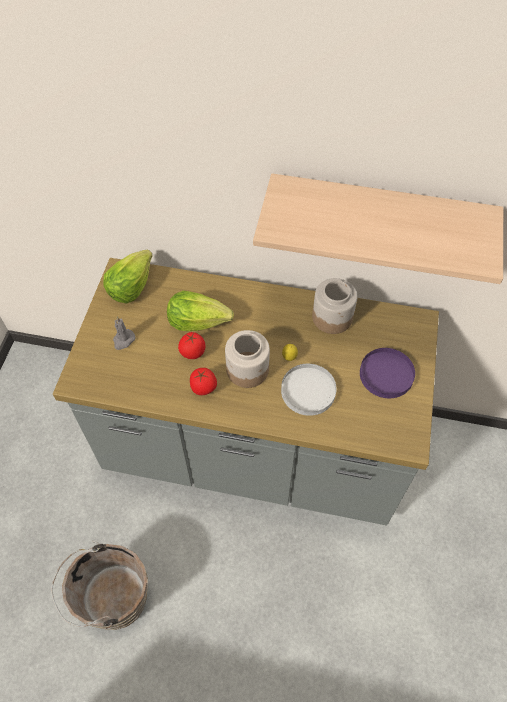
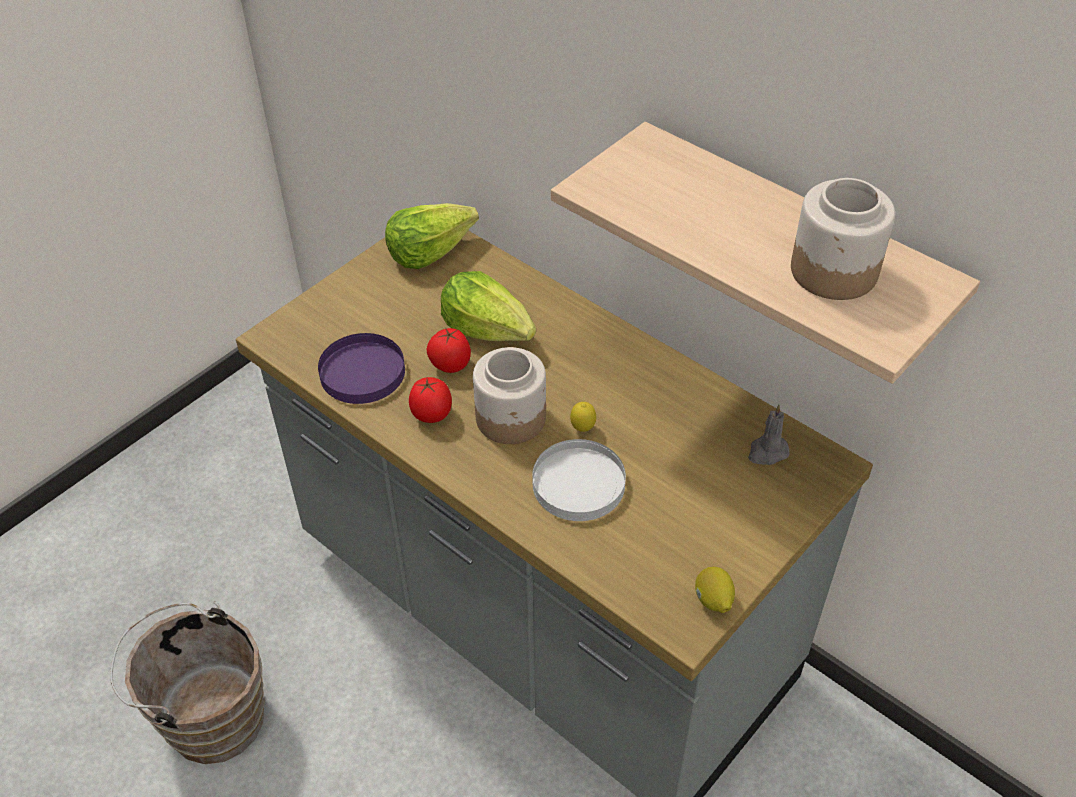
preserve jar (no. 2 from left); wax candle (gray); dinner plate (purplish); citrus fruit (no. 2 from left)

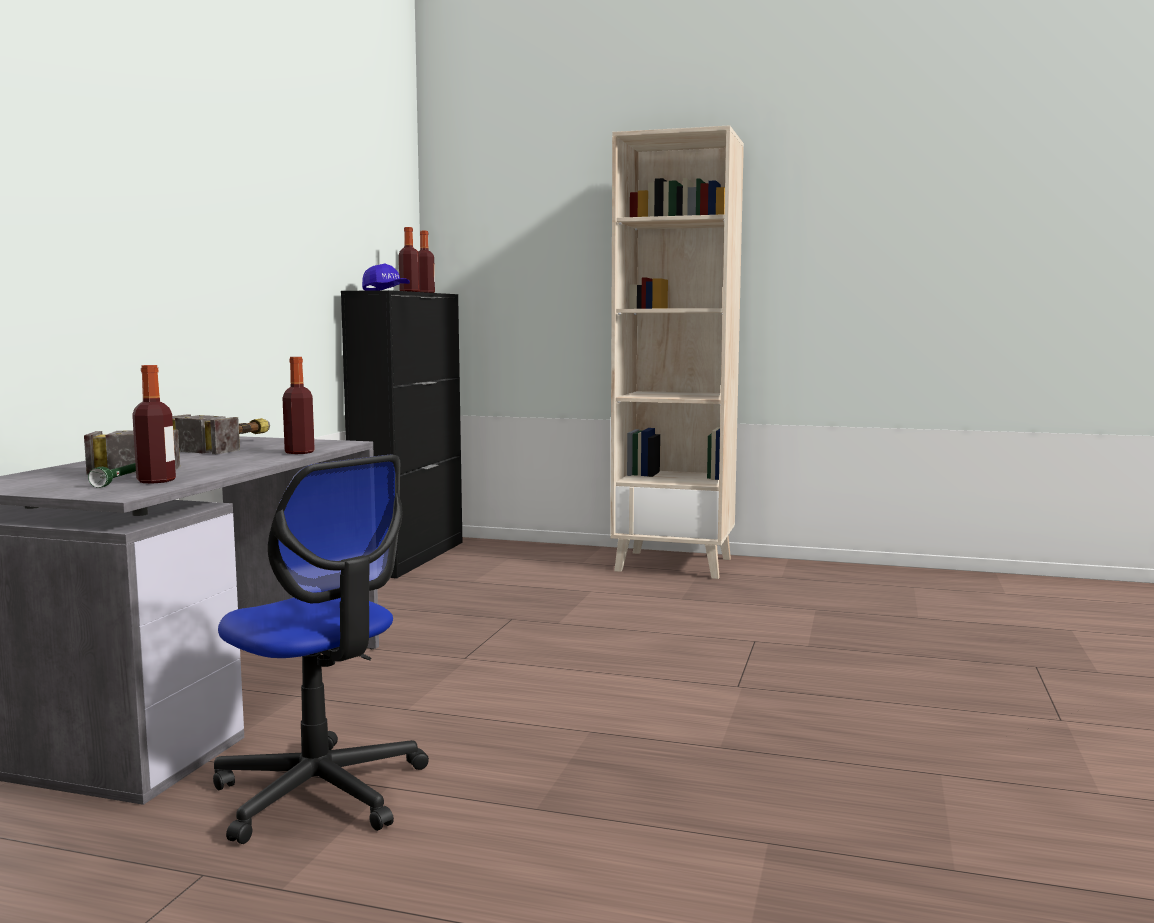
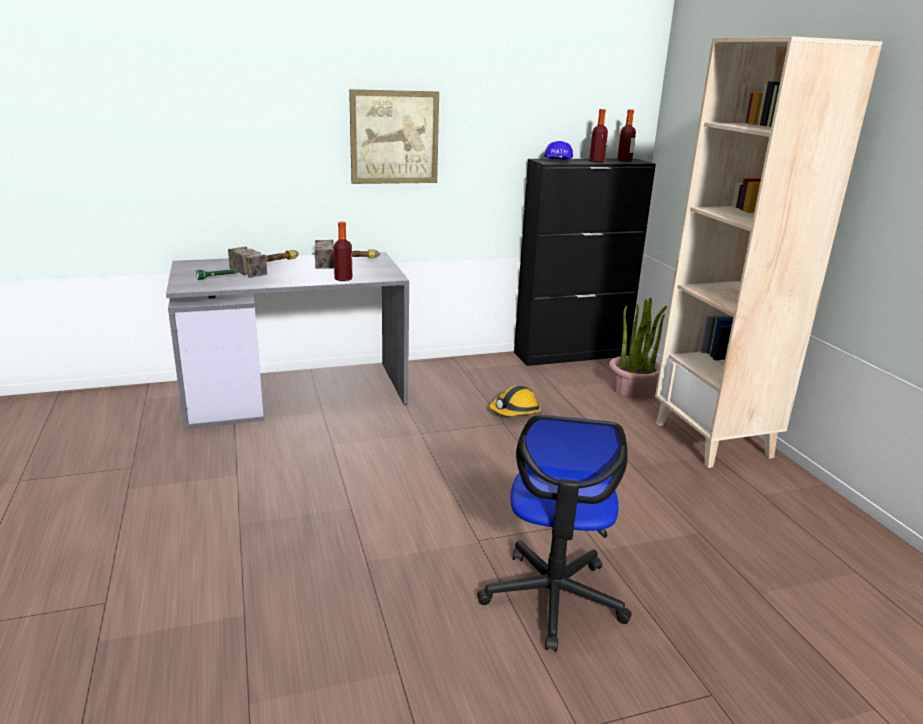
drink bottle (no. 1 from left in the first image); desk chair; wall picture; potted plant; work helmet

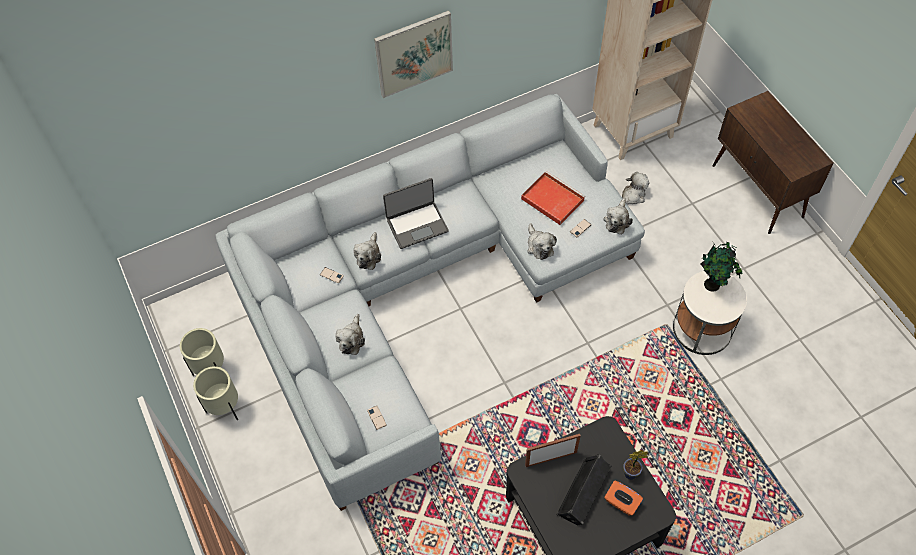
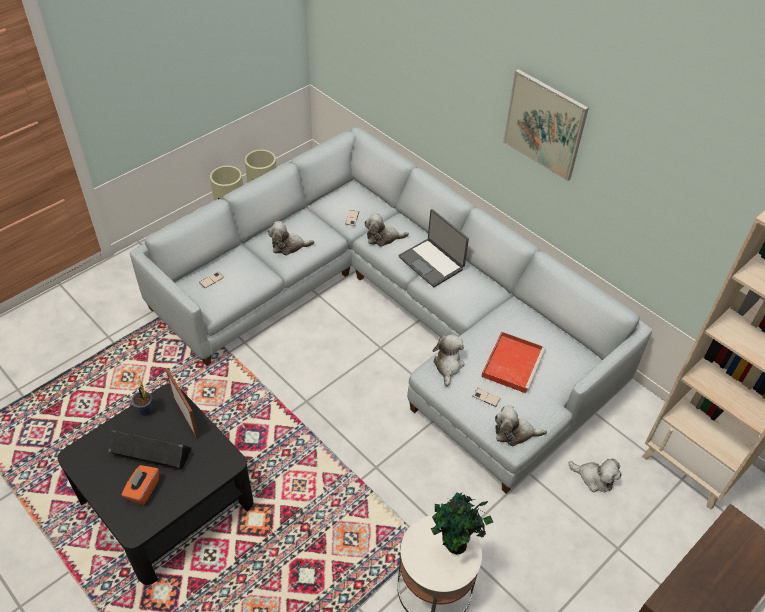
soft toy (no. 3 from left); potted plant (no. 1 from left)

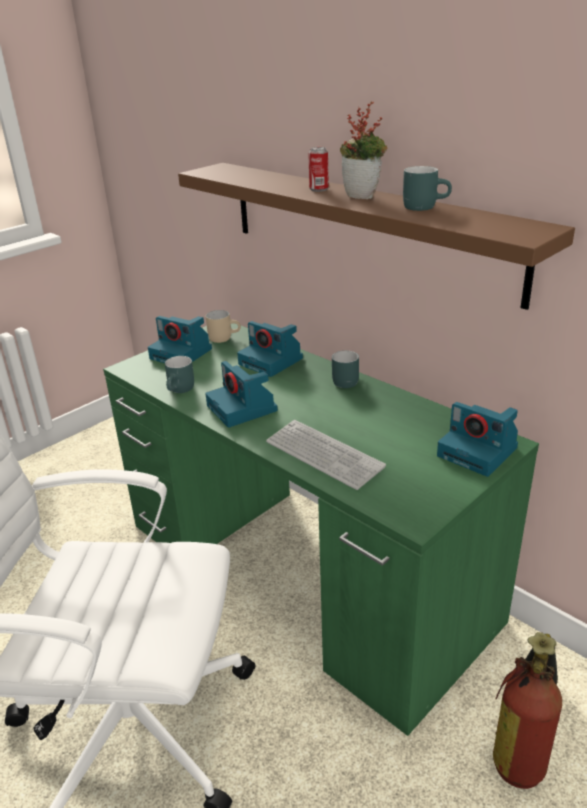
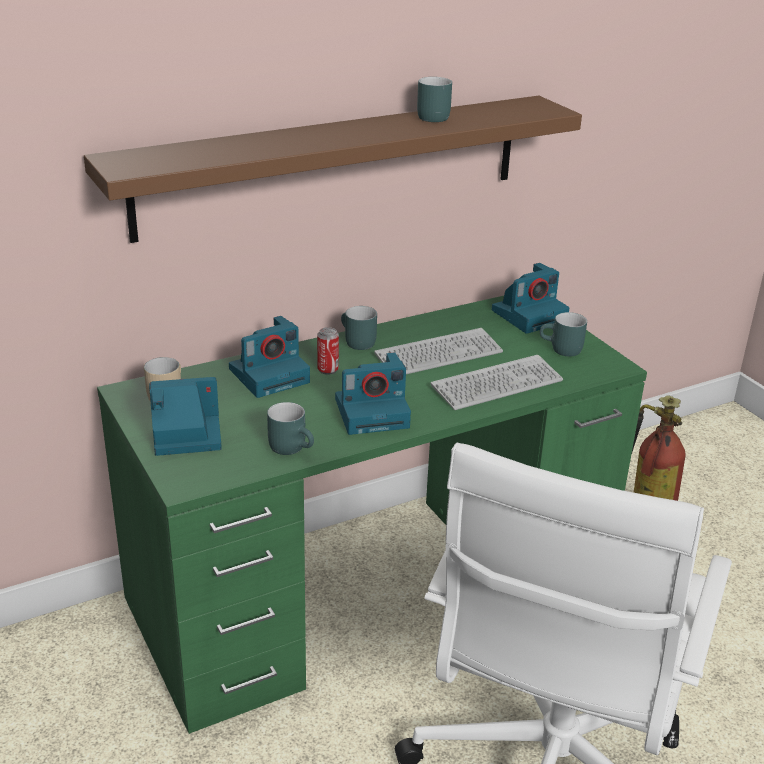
potted plant; sealed can; still camera (no. 1 from left); tea mug (turquoise) (no. 4 from left); PC keyboard (no. 1 from left)

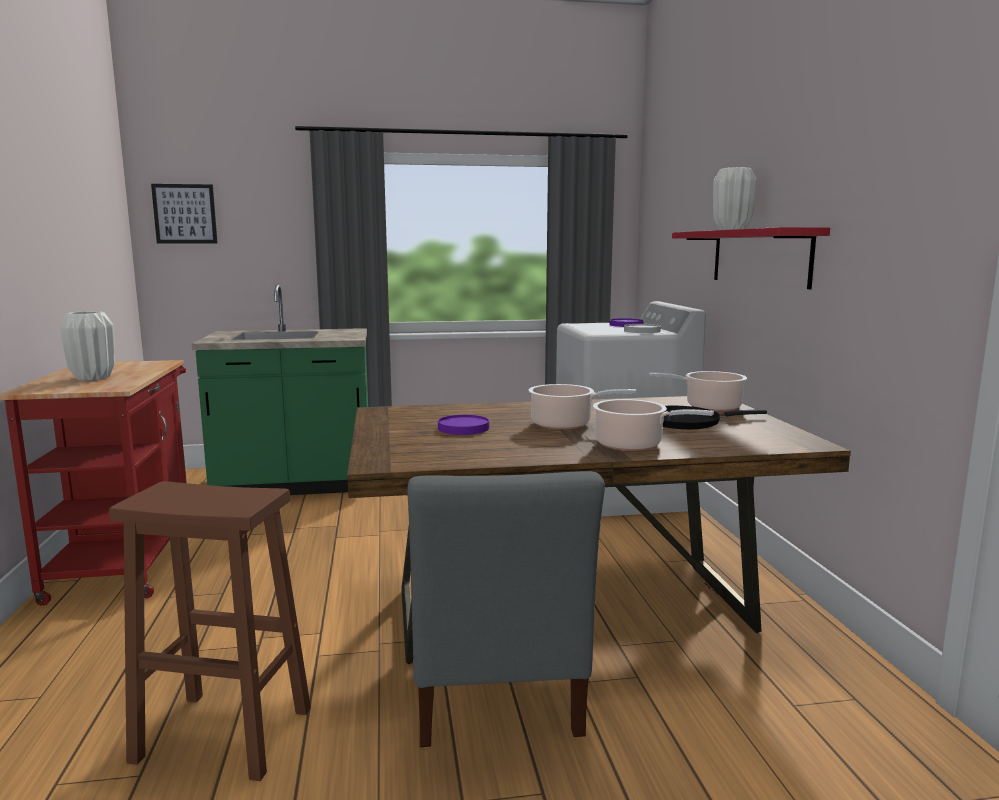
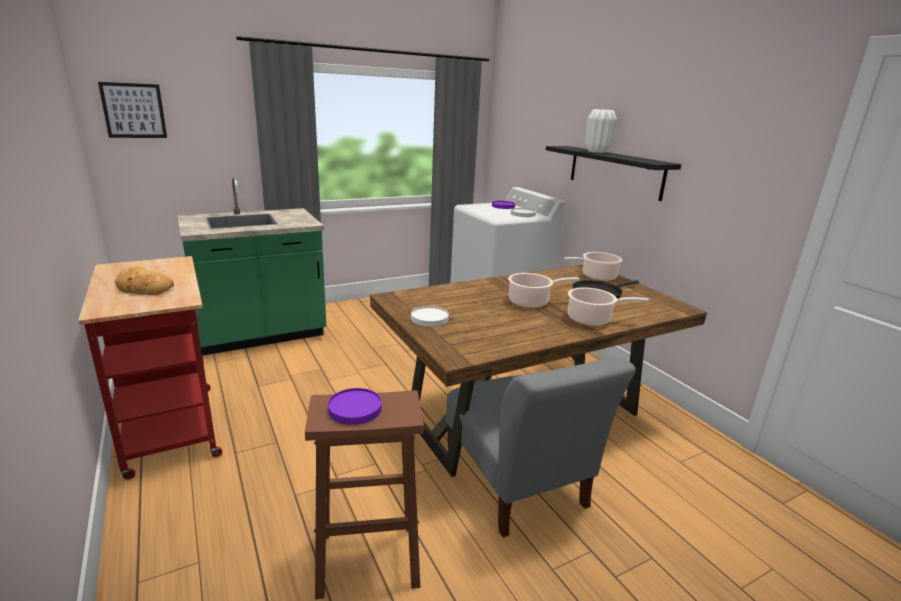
shelf (black); baked bread; dinner plate (purplish) (no. 1 from left); dinner plate (white-coloured) (no. 1 from left)

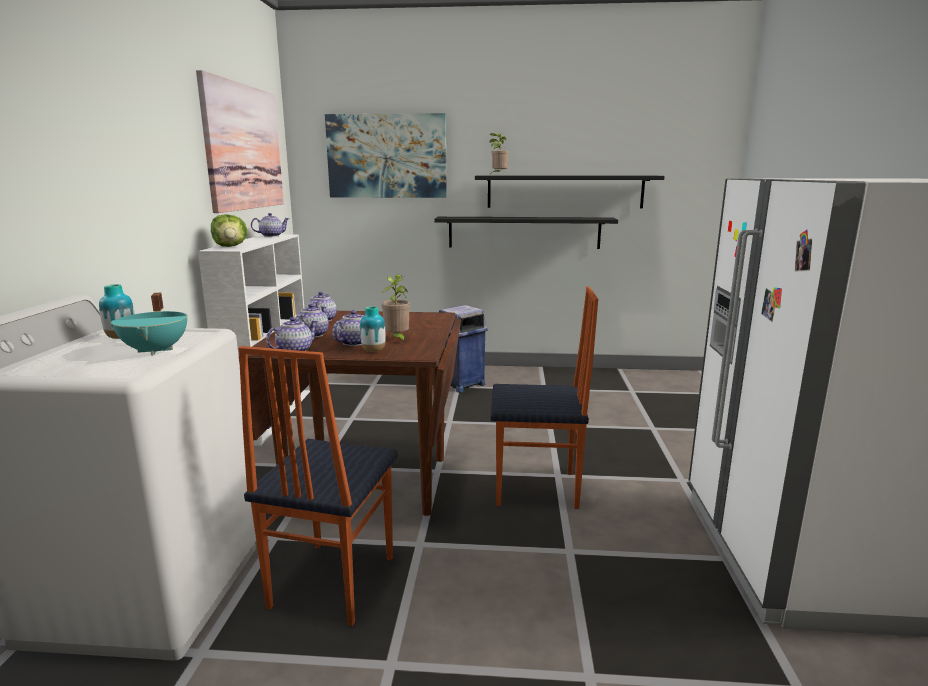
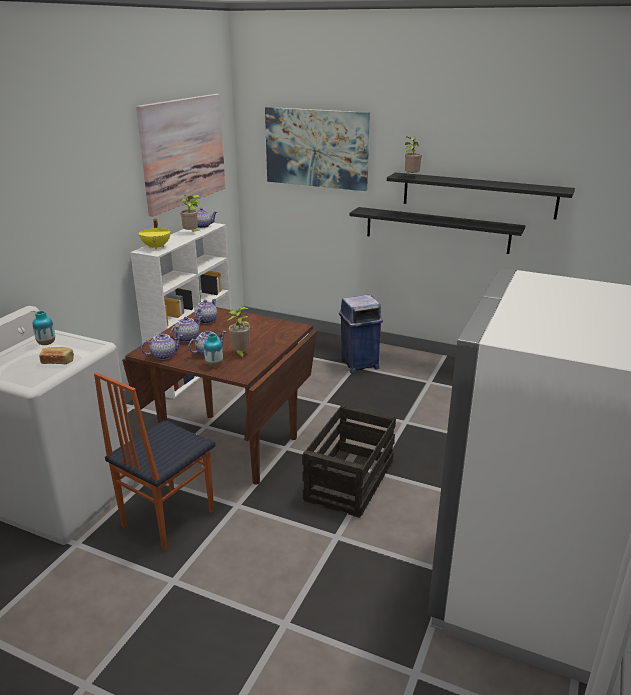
stockpot (yellow); packing crate; baked bread; potted plant (no. 1 from left)

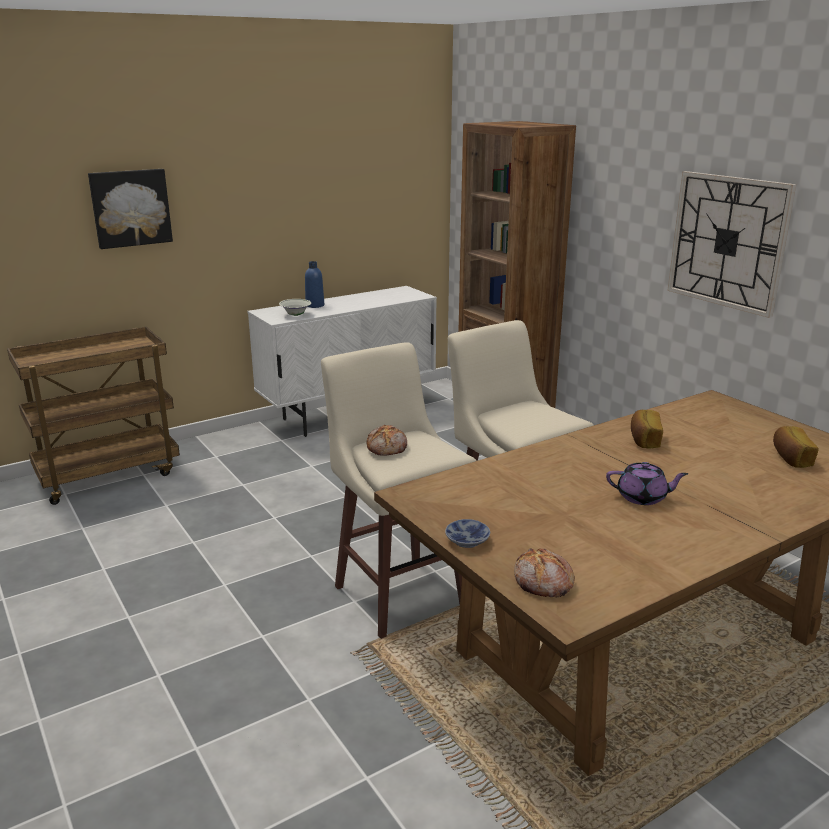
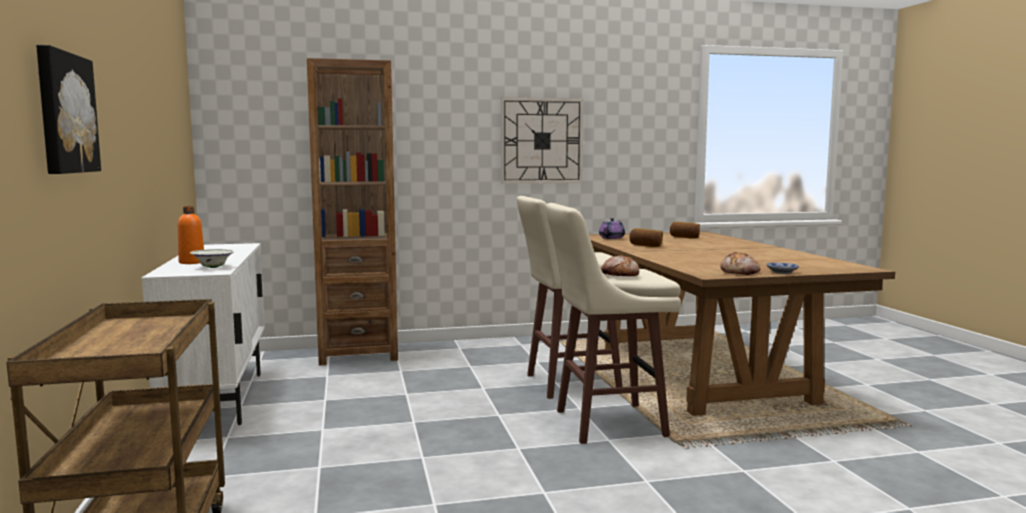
drink bottle (orangey); pot for tea (purplish); baked bread (no. 4 from left)

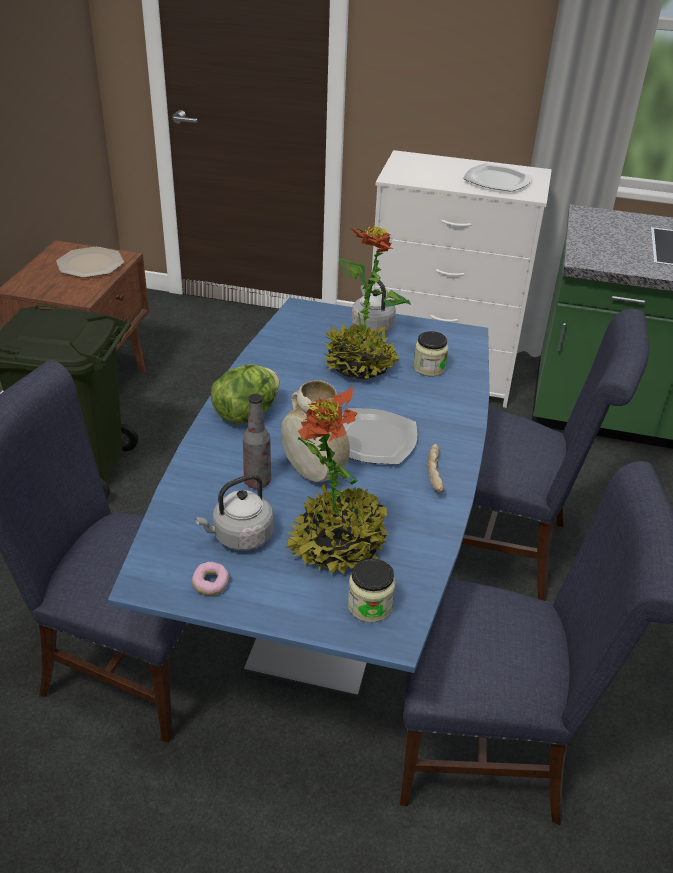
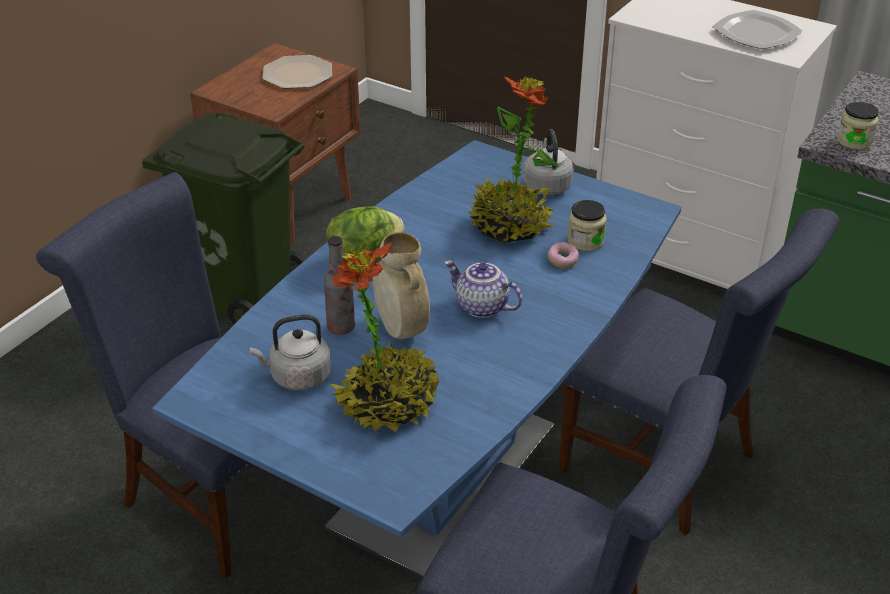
pot for tea; baked bread; preserve jar (no. 2 from left); doughnut

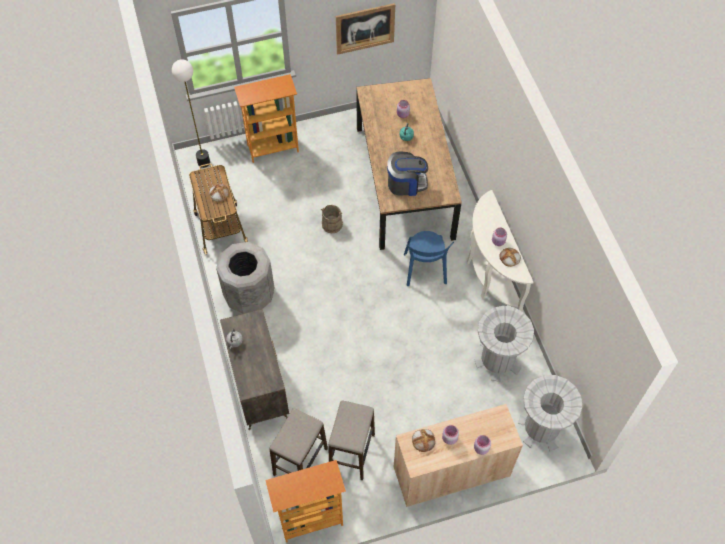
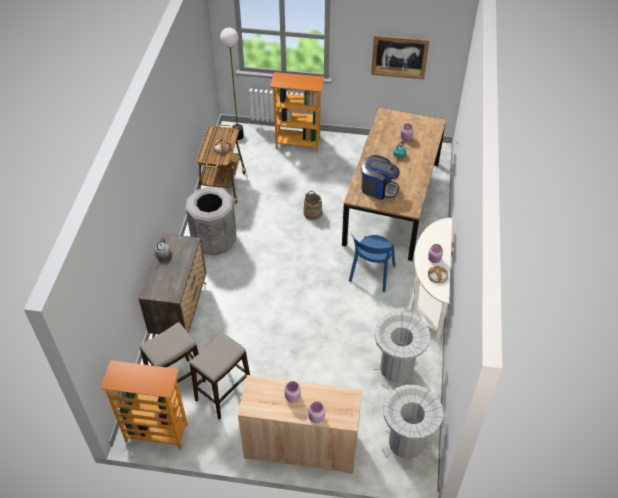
baked bread (no. 2 from left in the first image)

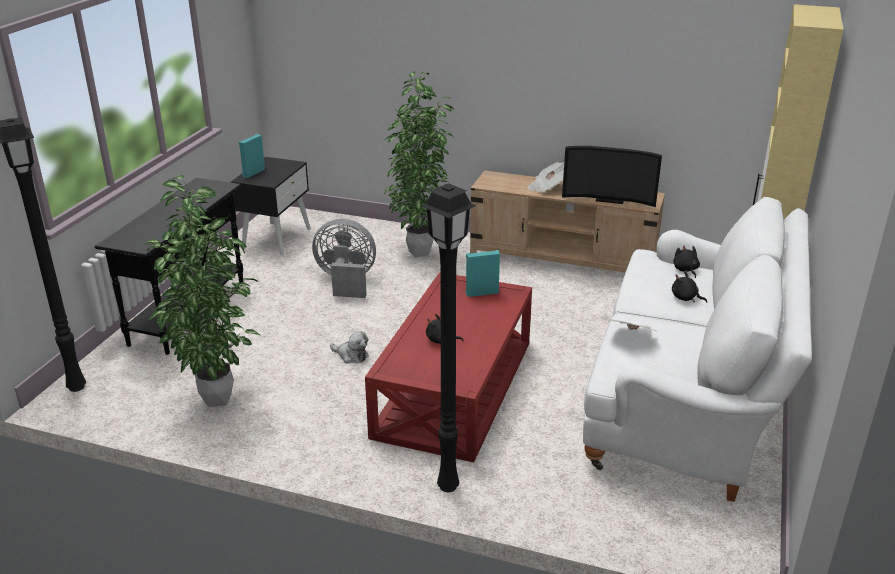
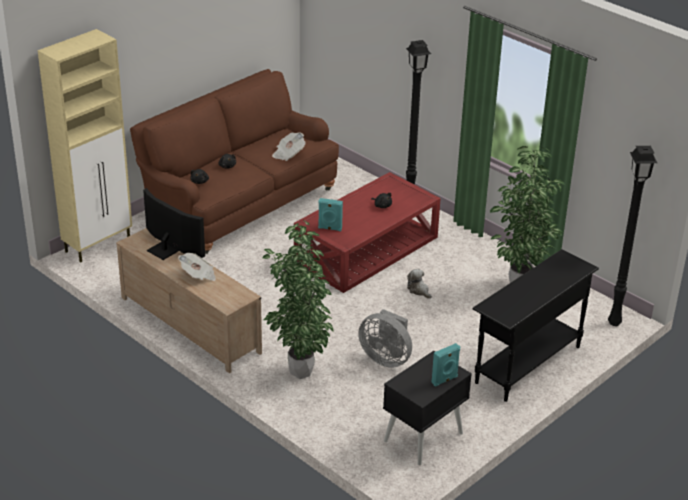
sofa (brown)

